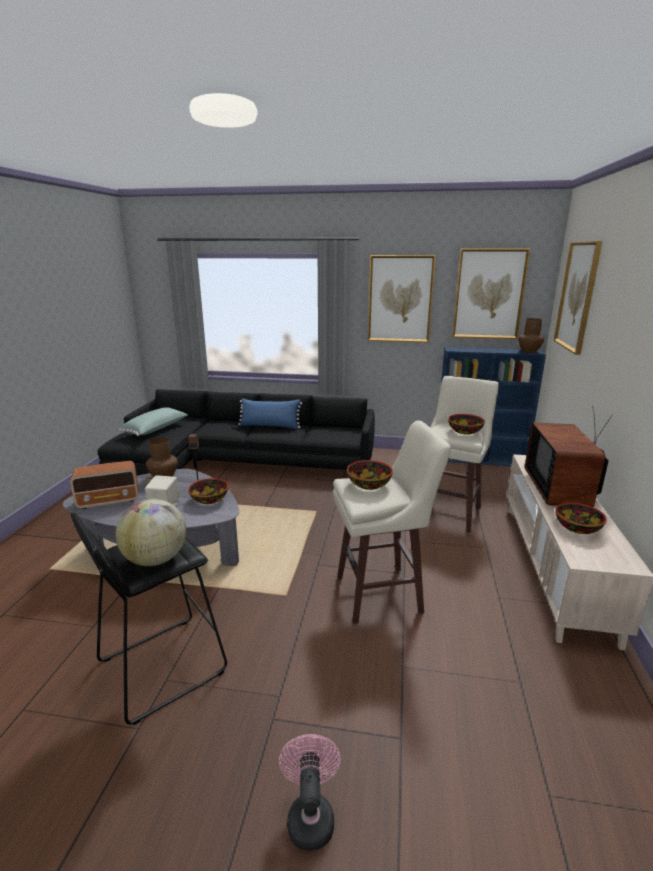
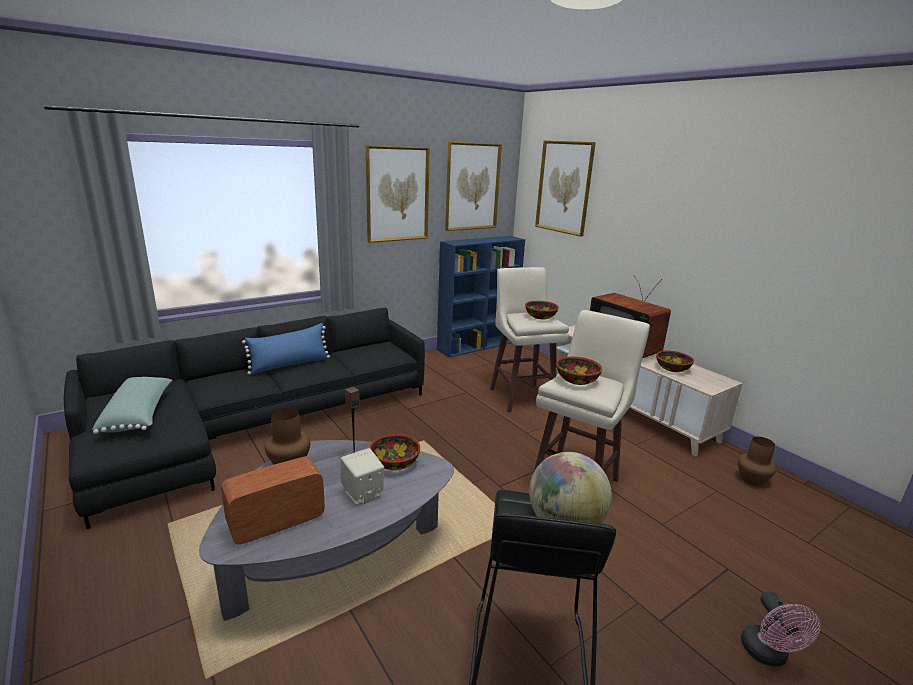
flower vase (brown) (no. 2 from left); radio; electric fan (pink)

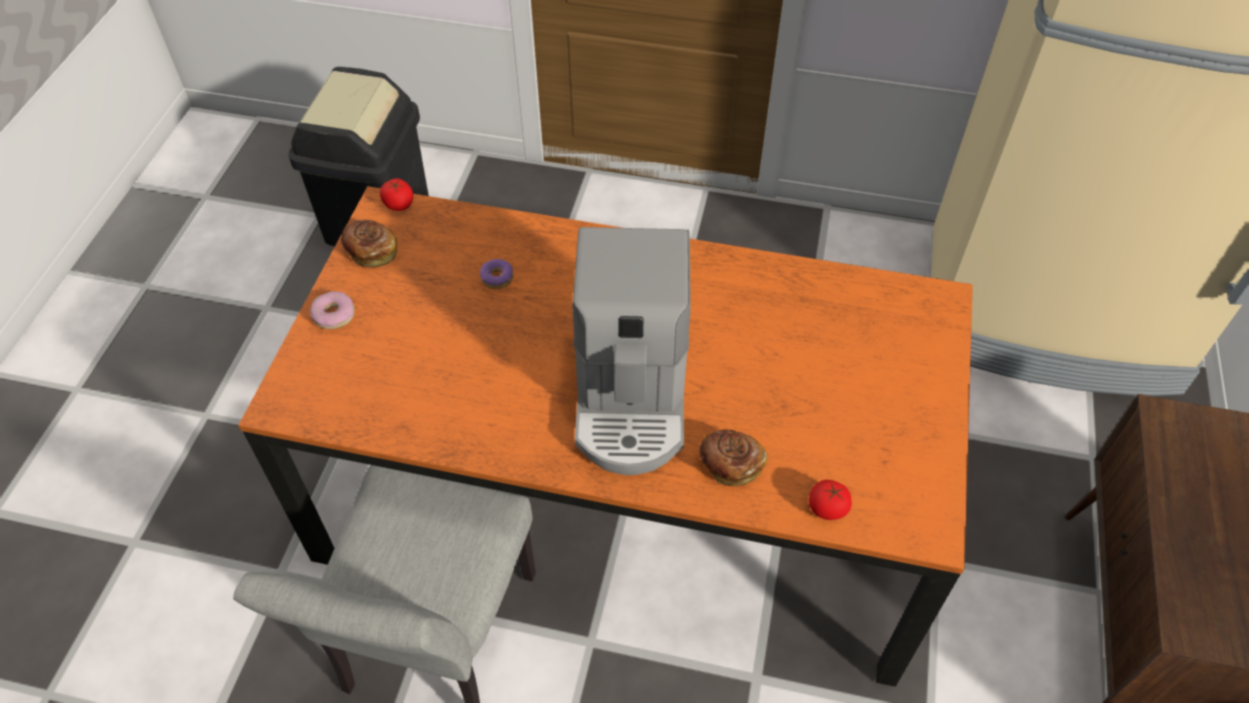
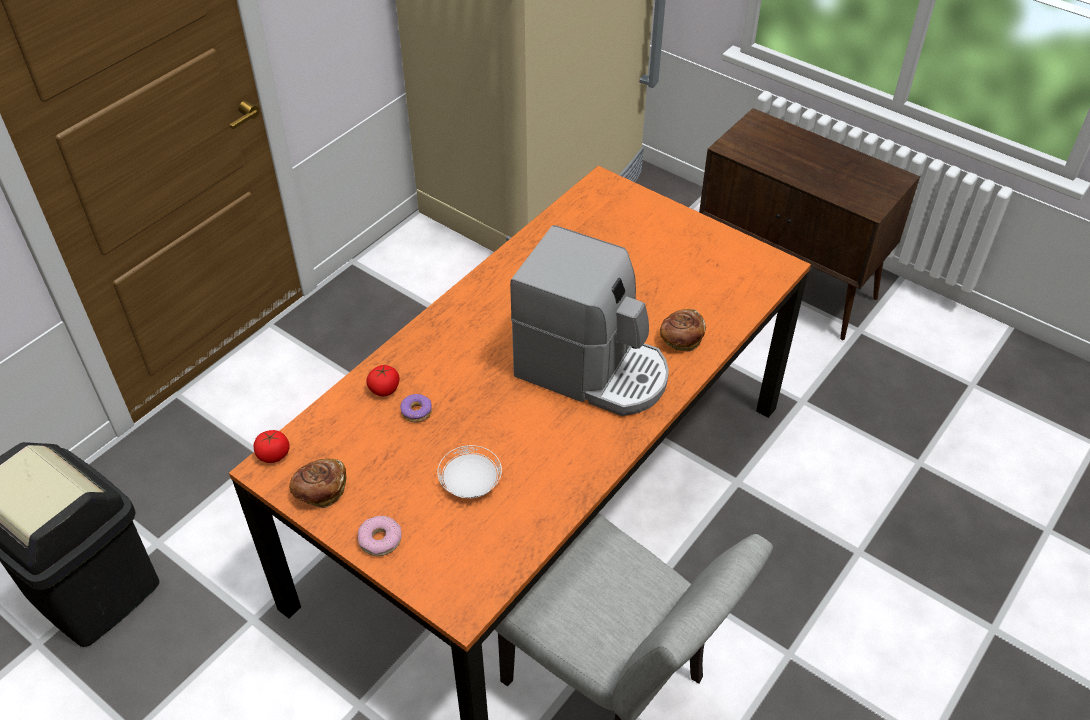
whole tomato (no. 2 from left); dinner plate (white-coloured)

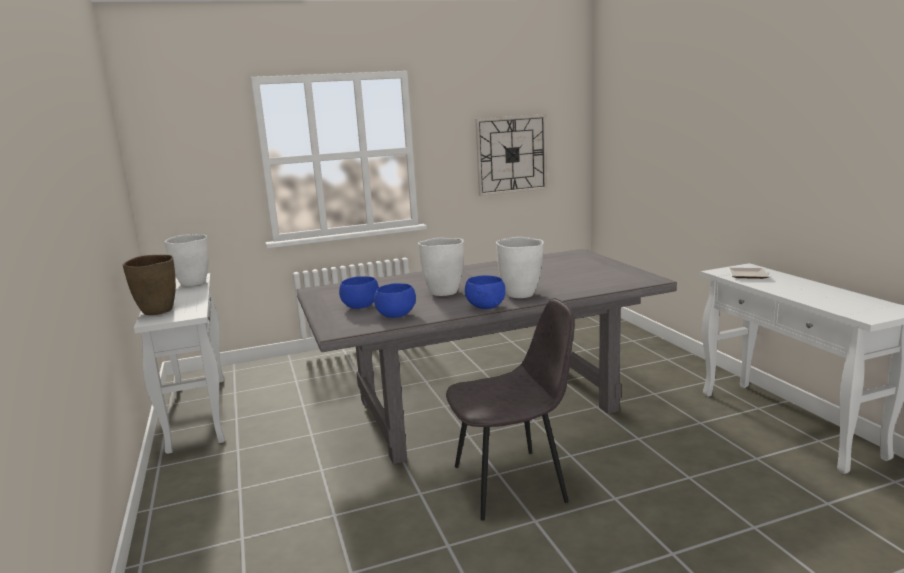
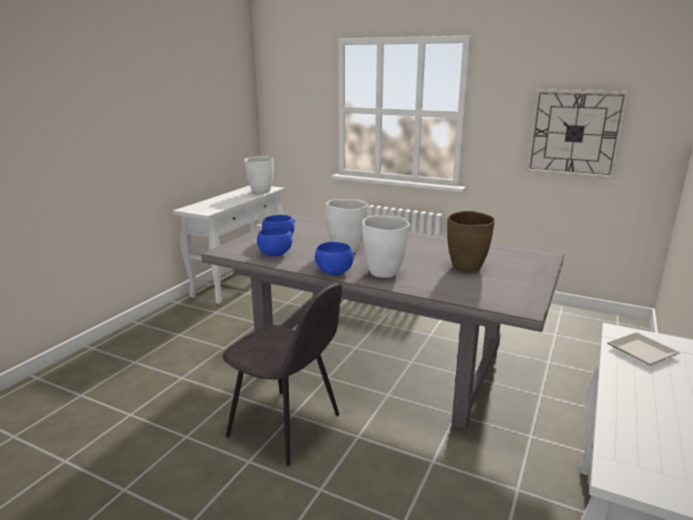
flower vase (brown)

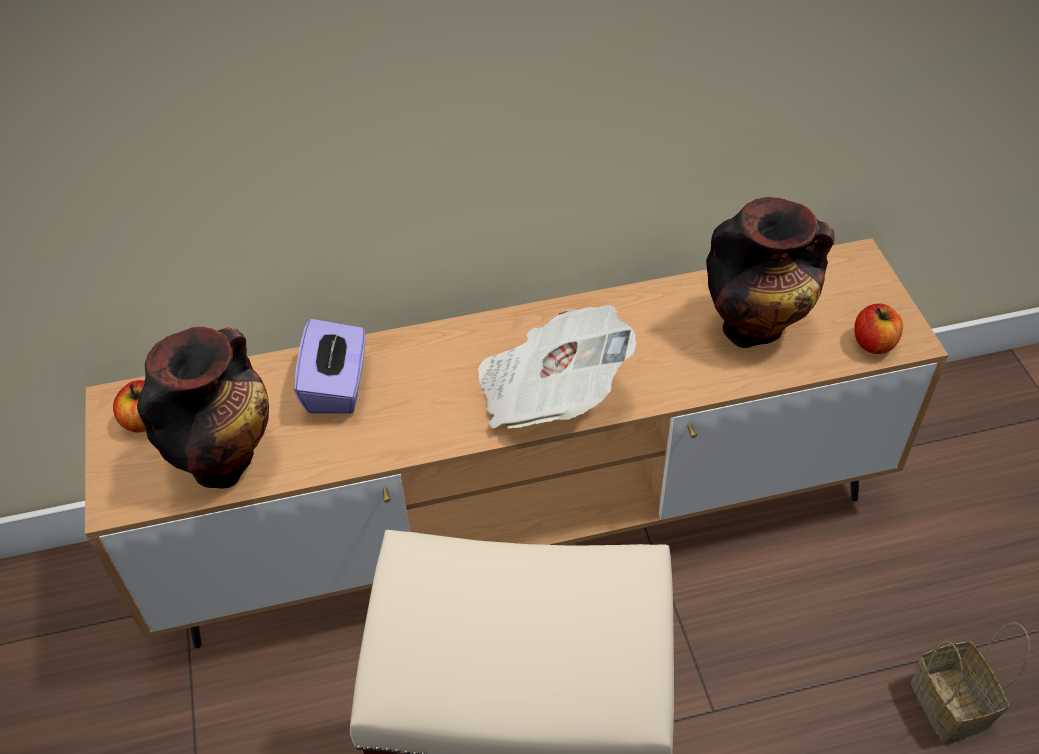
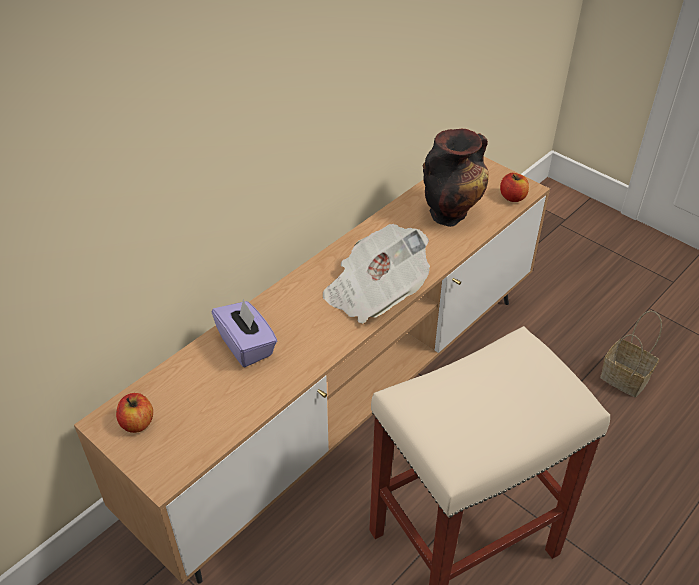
flower vase (no. 1 from left in the first image)

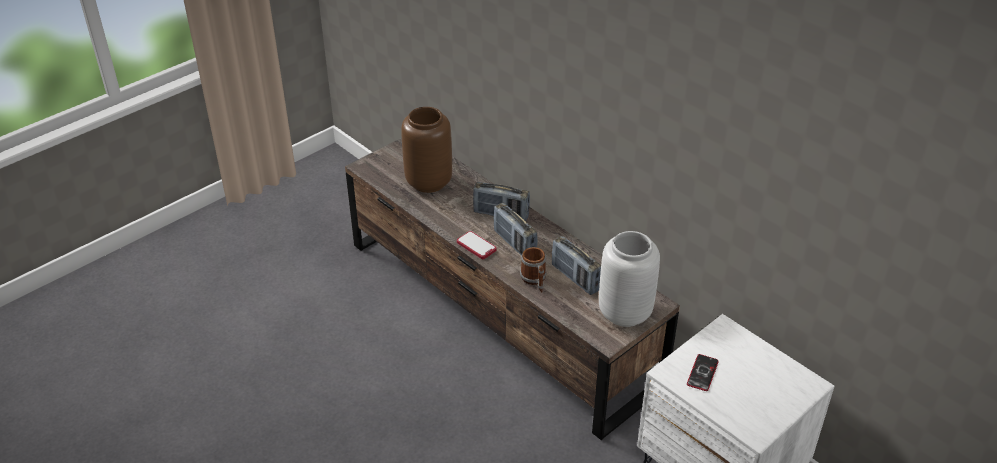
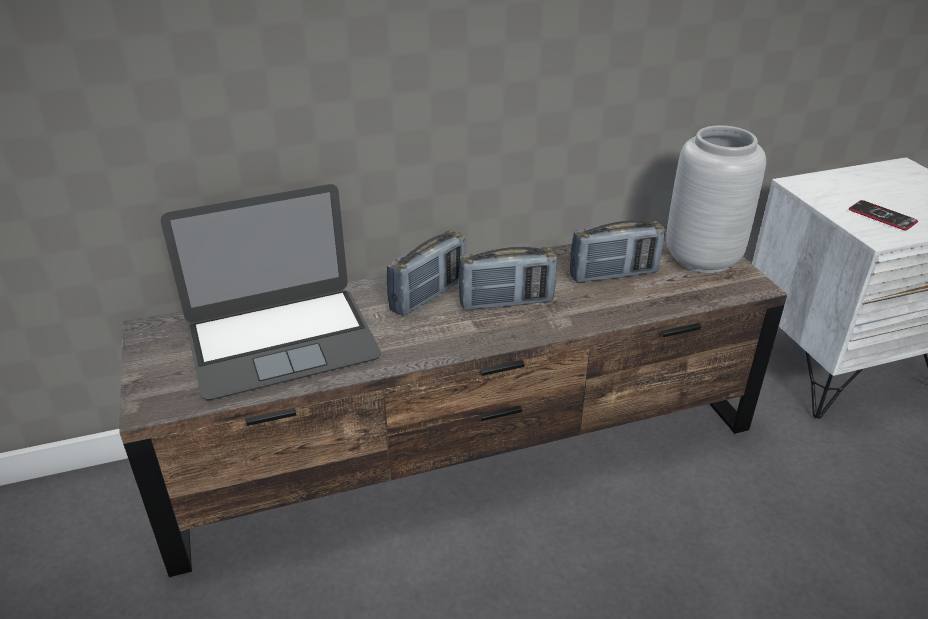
portable computer; telephone (no. 1 from left in the first image); tea mug

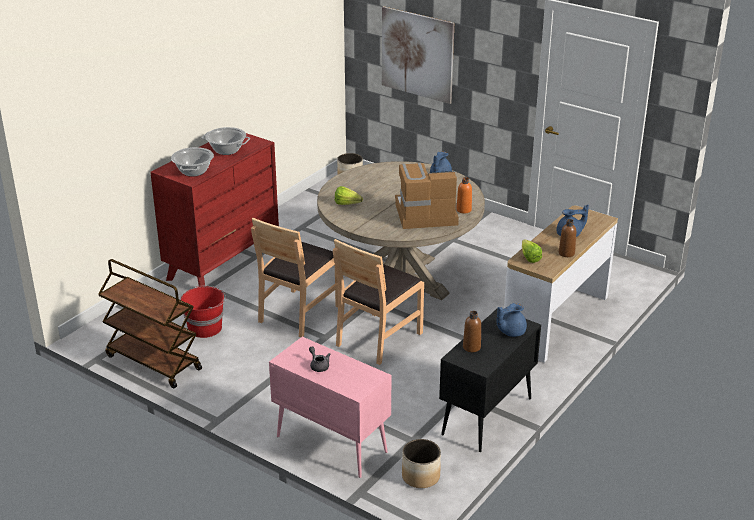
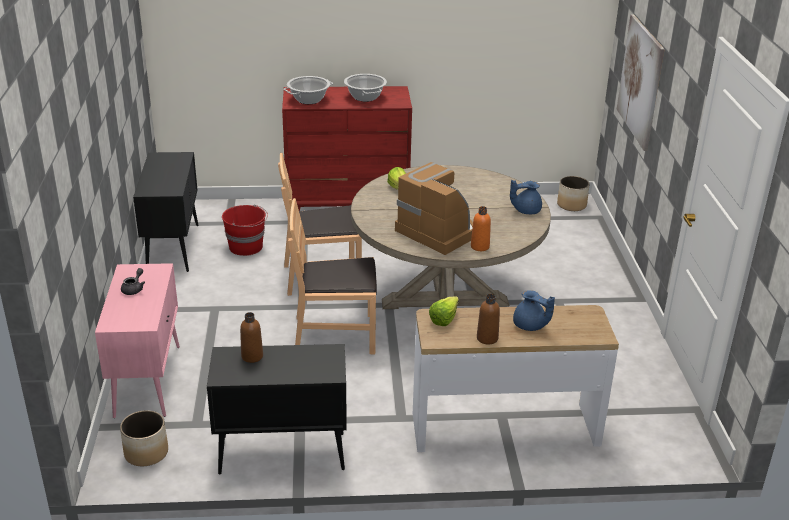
storage cabinet (black) (no. 1 from left); pot for tea (blue-coloured) (no. 2 from left in the first image)

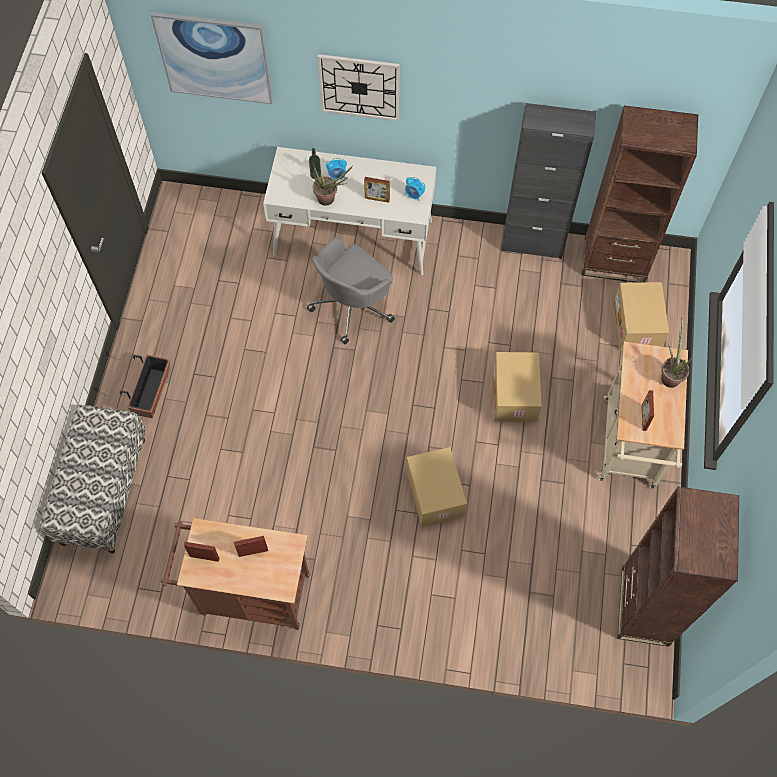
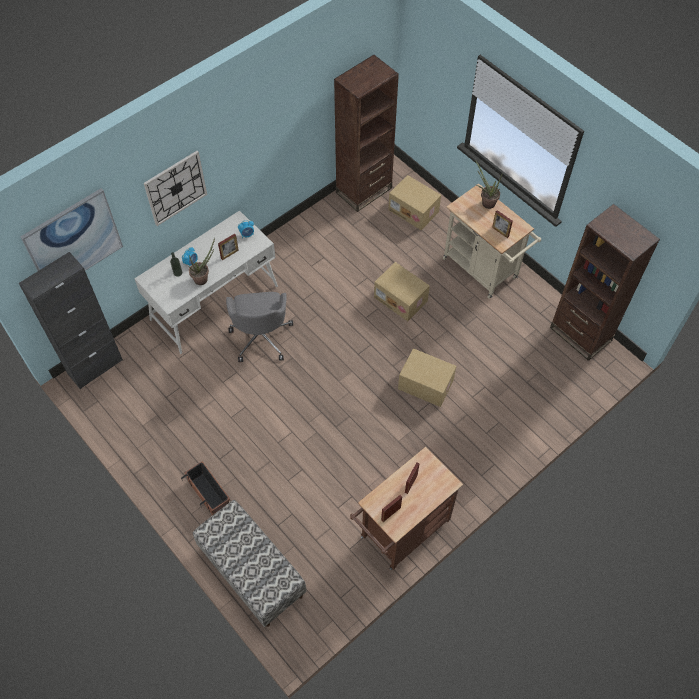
storage cabinet (black)

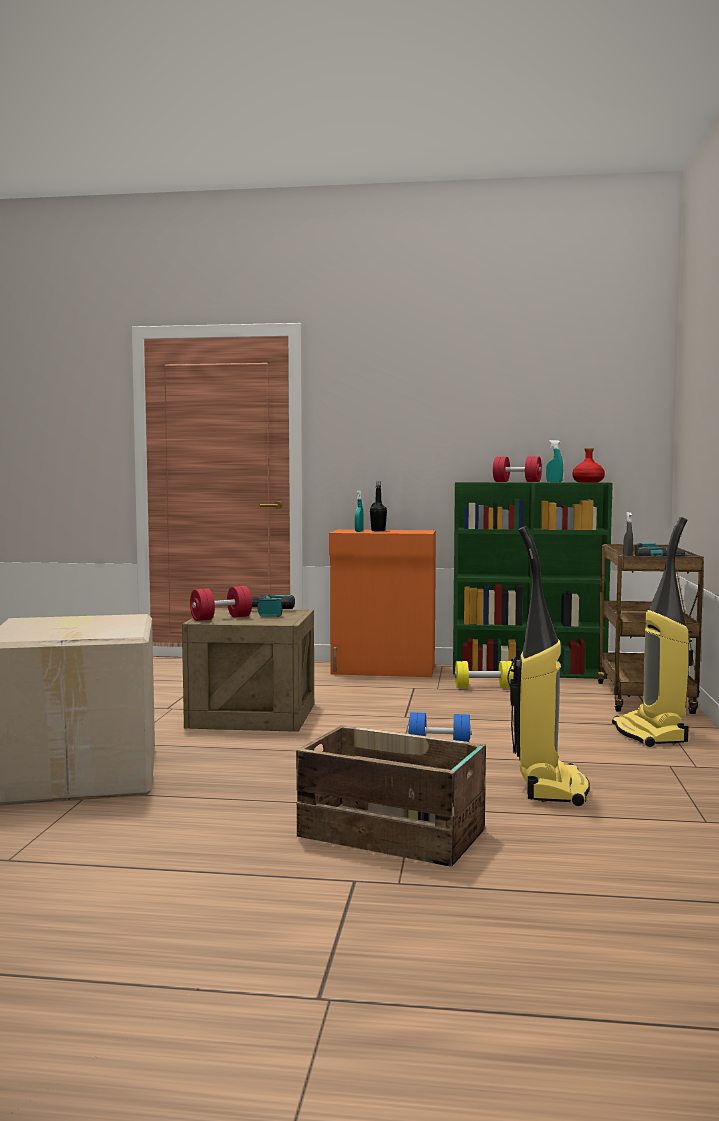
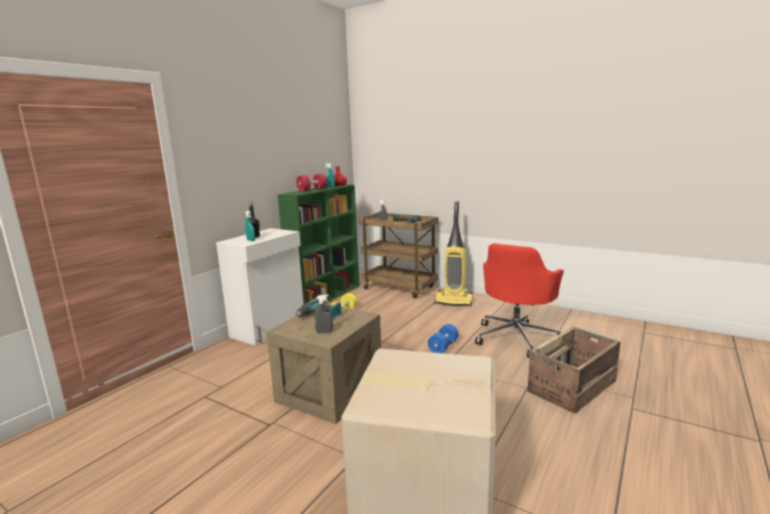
desk chair (reddish); storage cabinet (white-coloured); spray bottle (gray) (no. 1 from left)

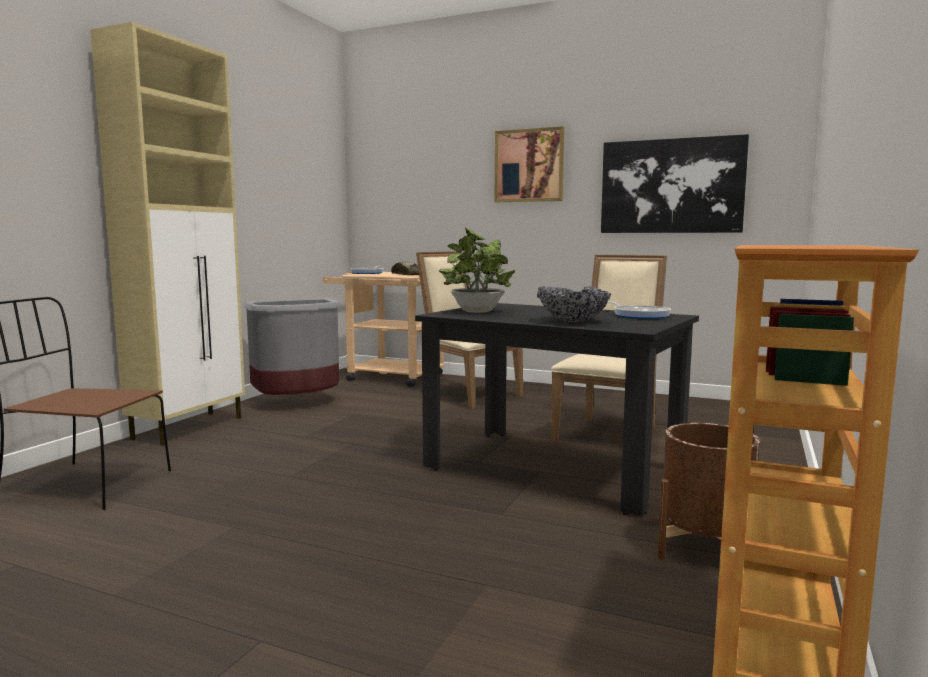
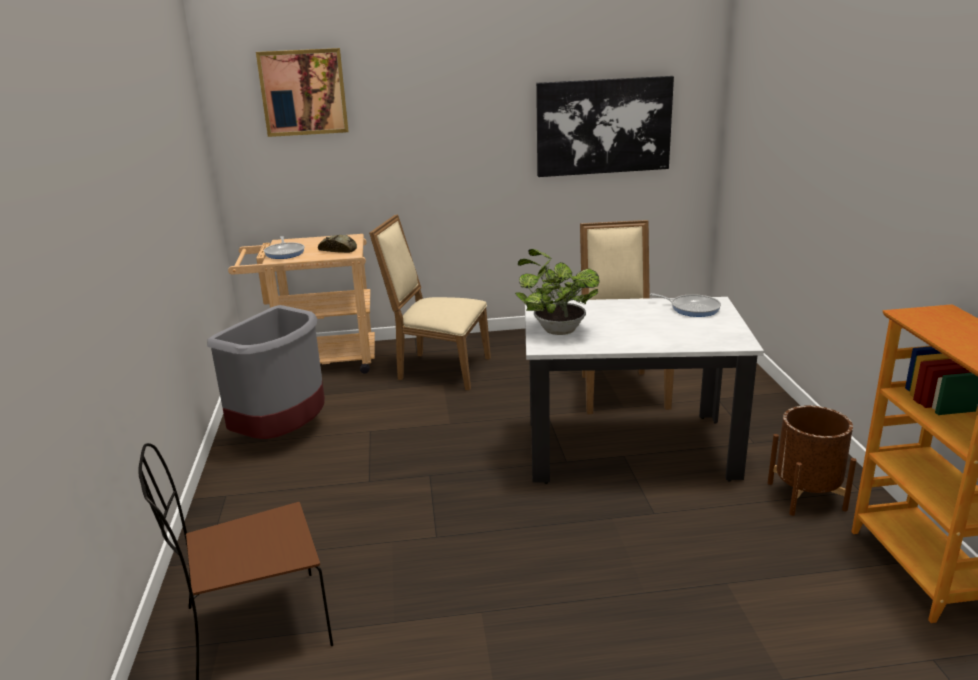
storage cabinet (beige); wall picture (no. 1 from left); deep dish; dining table (white-coloured)

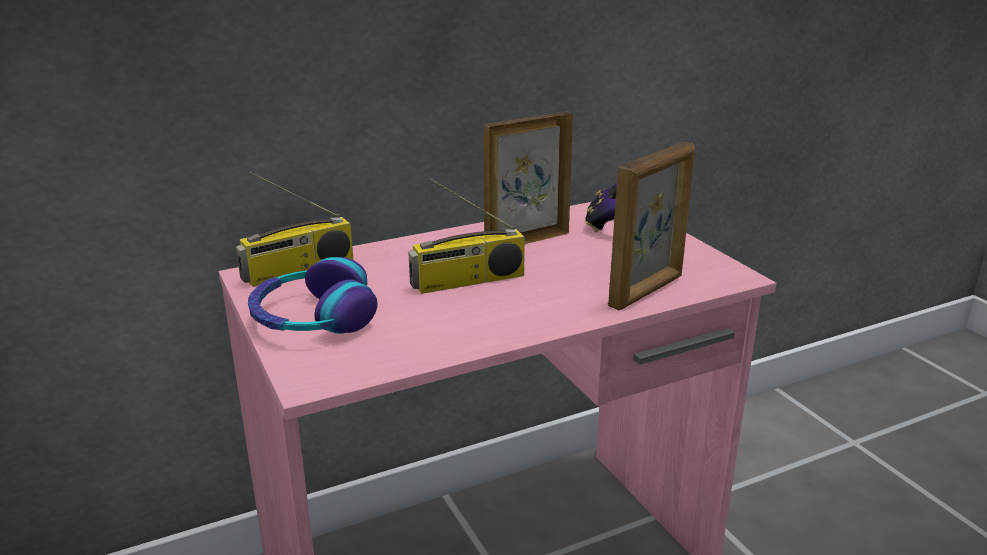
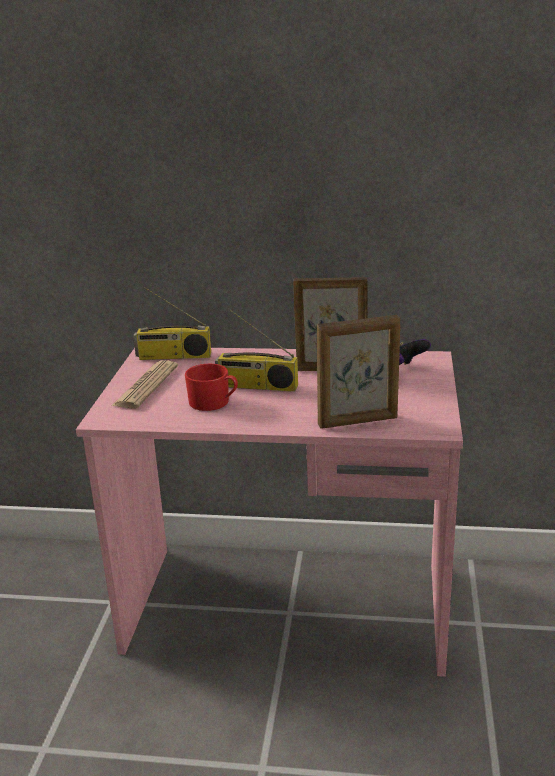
newspaper; tea mug (reddish)

